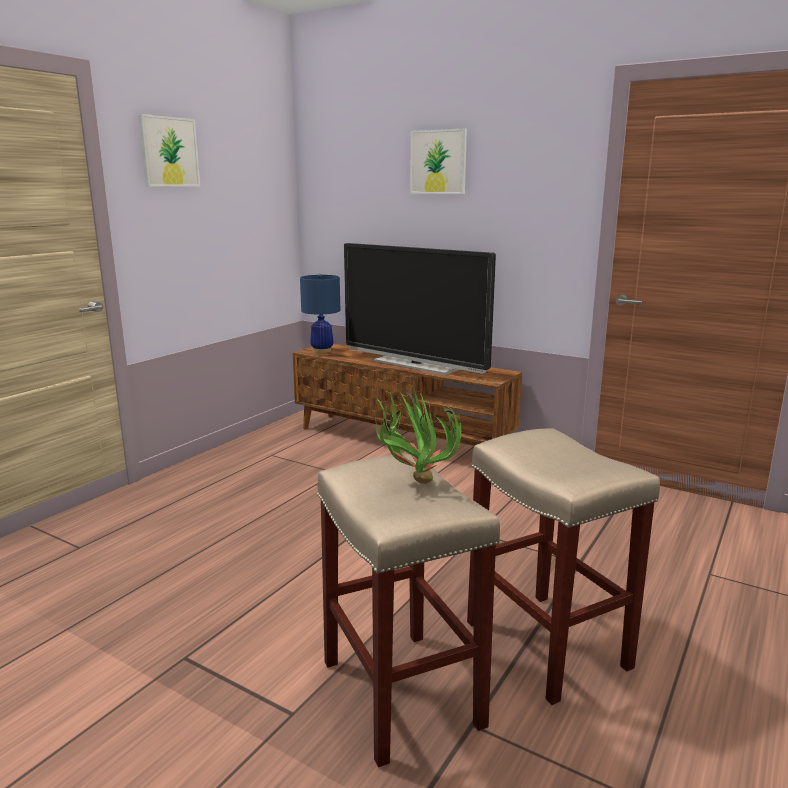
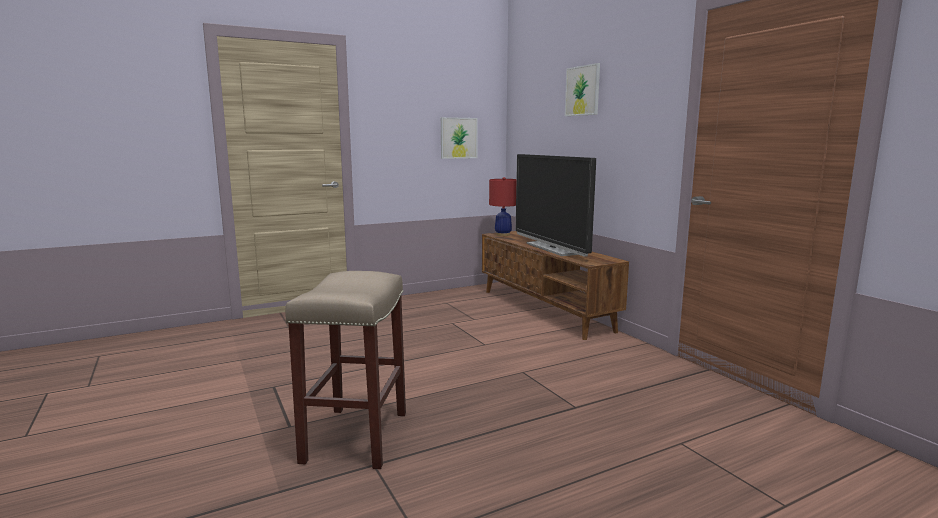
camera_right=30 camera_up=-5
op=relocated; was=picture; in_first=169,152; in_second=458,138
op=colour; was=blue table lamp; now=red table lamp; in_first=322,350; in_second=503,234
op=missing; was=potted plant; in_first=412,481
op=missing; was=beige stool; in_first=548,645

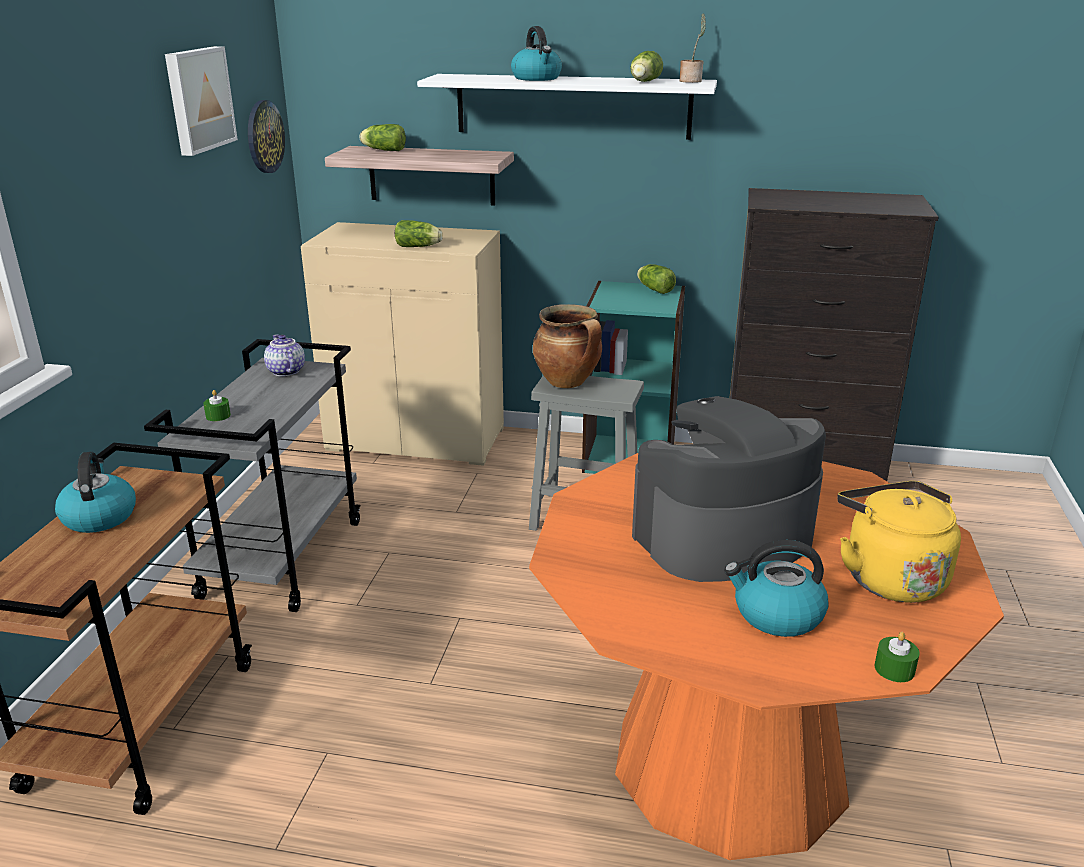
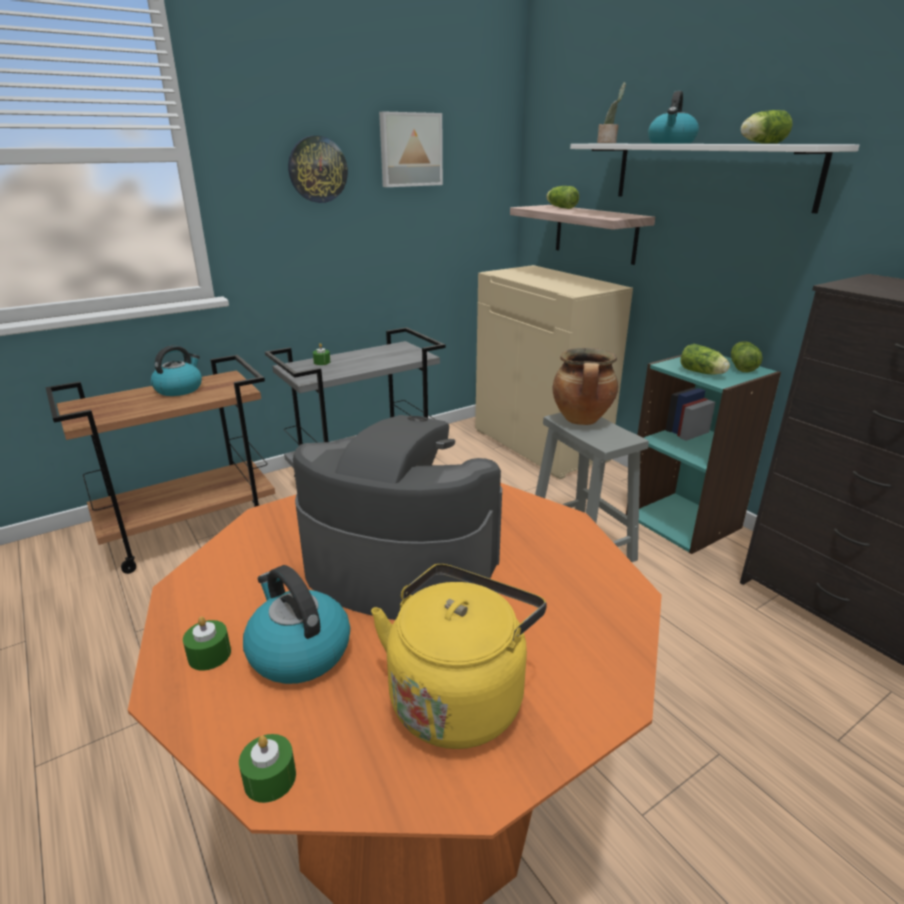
camera_right=45 camera_up=0
op=appeared; now=green candle; in_second=209,655
op=relocated; was=wall clock; in_first=264,136; in_second=317,169
op=relocated; was=potted plant; in_first=691,81; in_second=608,143
op=relocated; was=lettuce; in_first=419,247; in_second=703,373
op=missing; was=teapot; in_first=285,371

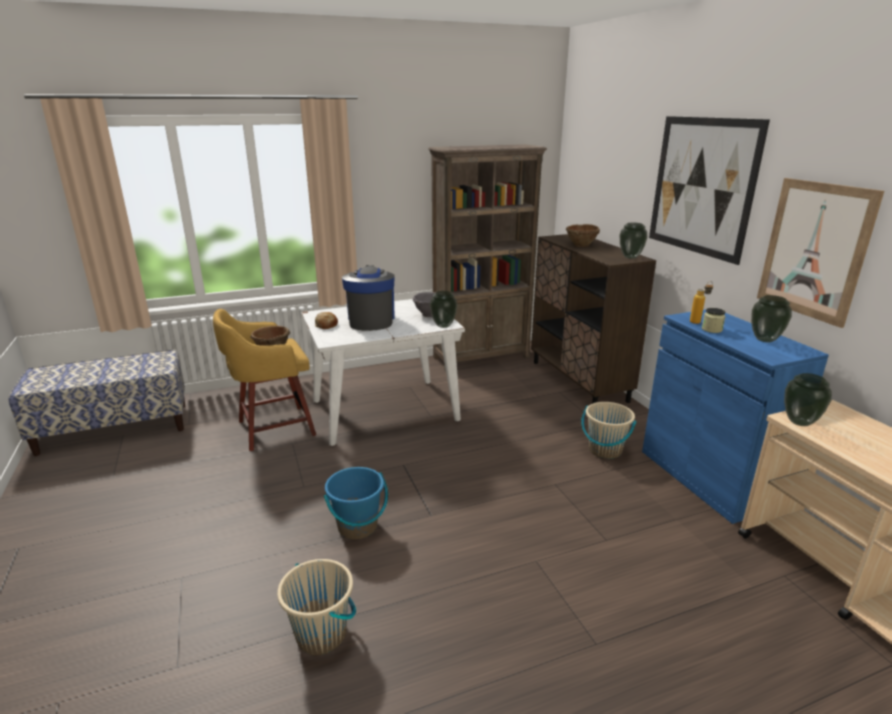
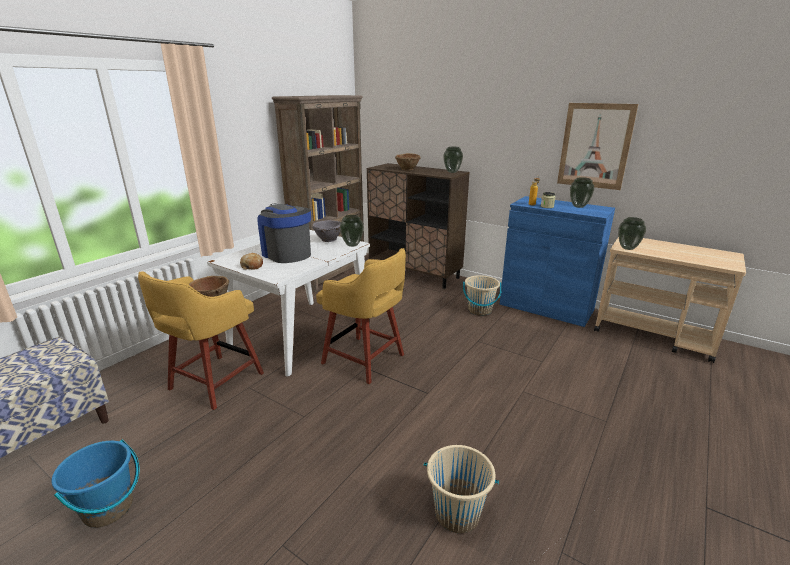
camera_right=-35 camera_up=0
op=relocated; was=blue bucket; in_first=358,527; in_second=109,508
op=appeared; now=yellow stool; in_second=365,360
op=missing; was=picture; in_first=701,186

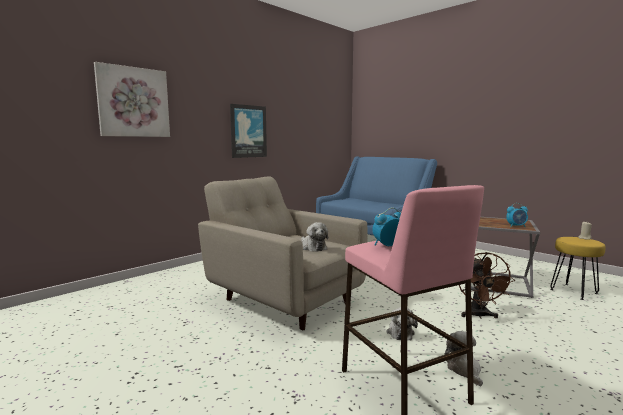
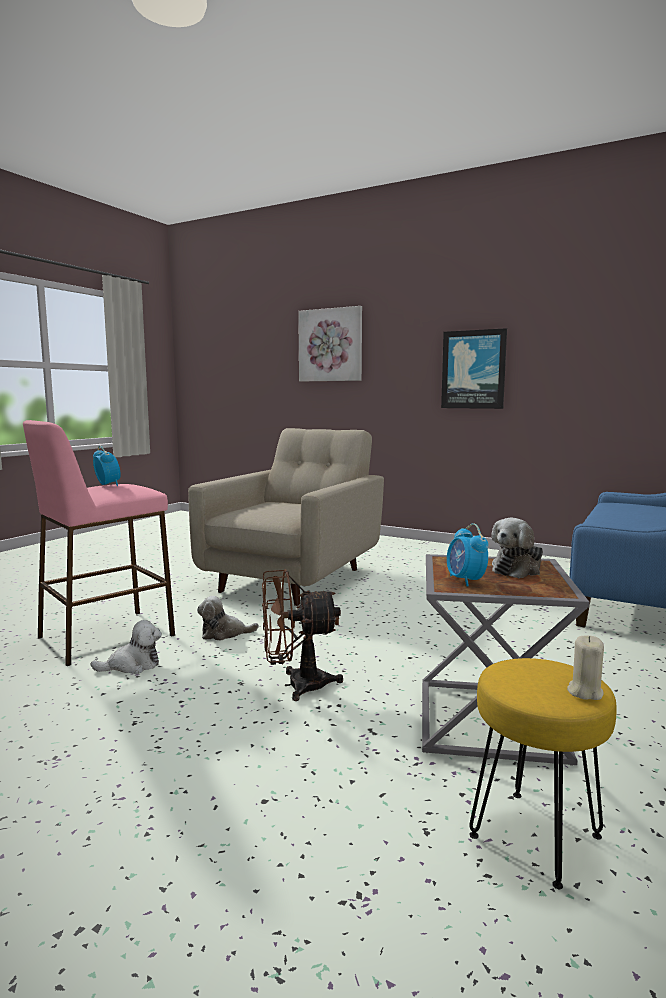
camera_right=75 camera_up=0
op=relocated; was=plush toy; in_first=313,247; in_second=518,569

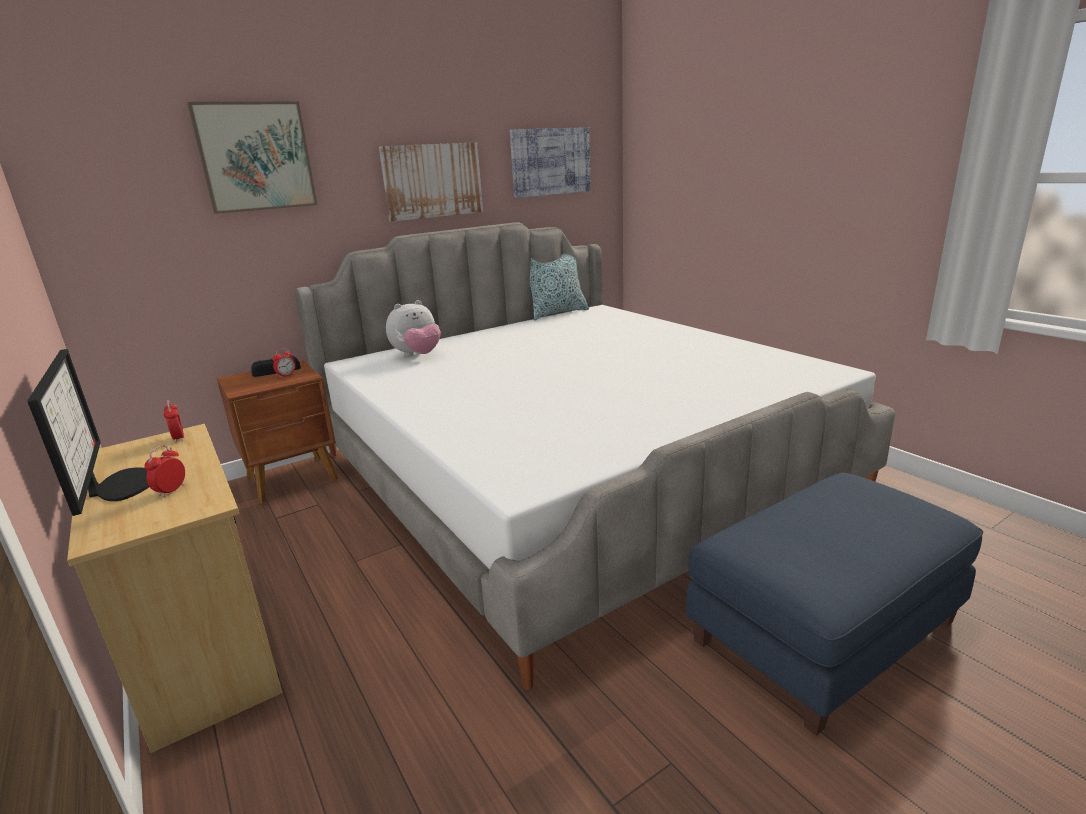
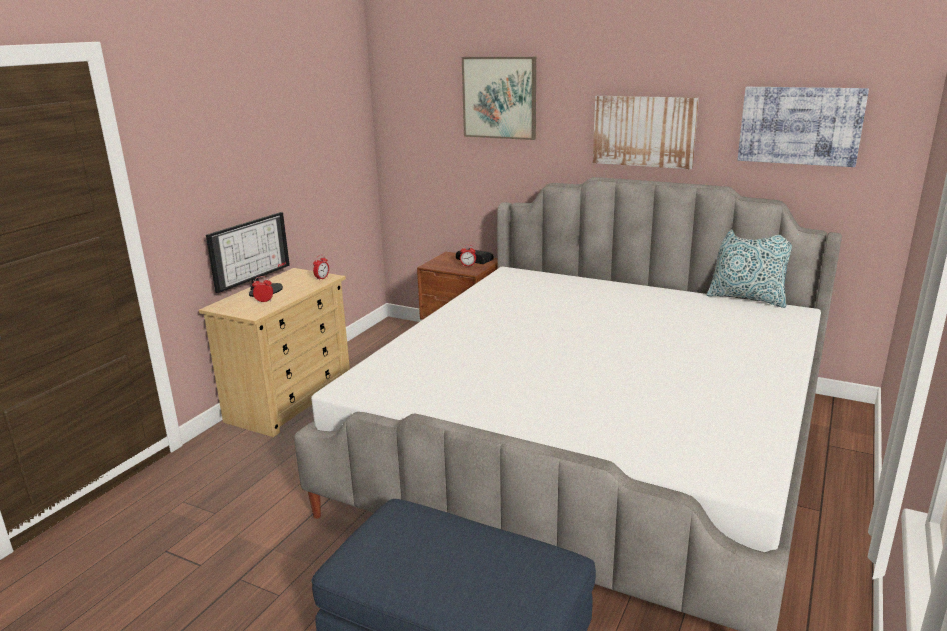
camera_right=60 camera_up=0
op=missing; was=plush toy; in_first=417,355

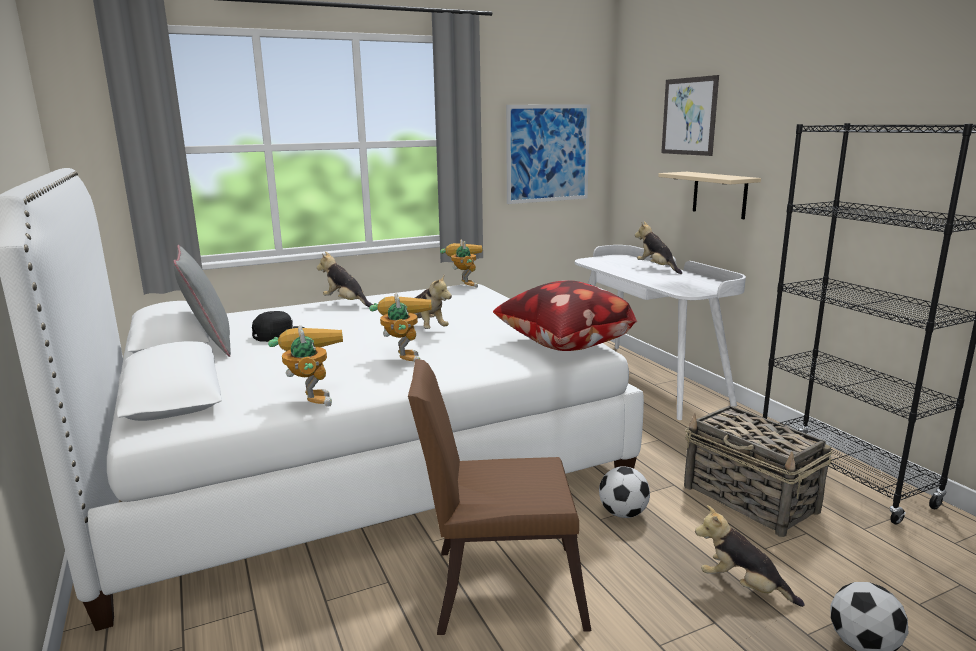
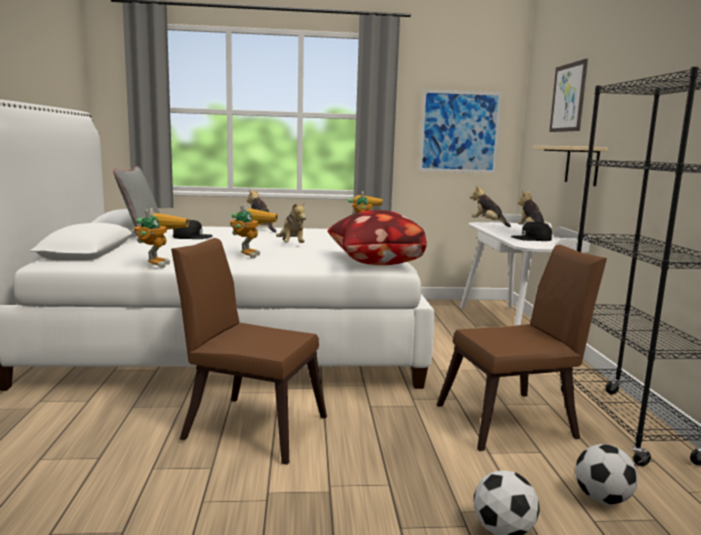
camera_right=20 camera_up=-5
op=exchanged; was=basket; now=brown chair; in_first=750,500; in_second=514,421
op=relocated; was=plush toy; in_first=742,587; in_second=488,224
op=appeared; now=black cap; in_second=532,238
op=relocated; was=football; in_first=623,513; in_second=602,499

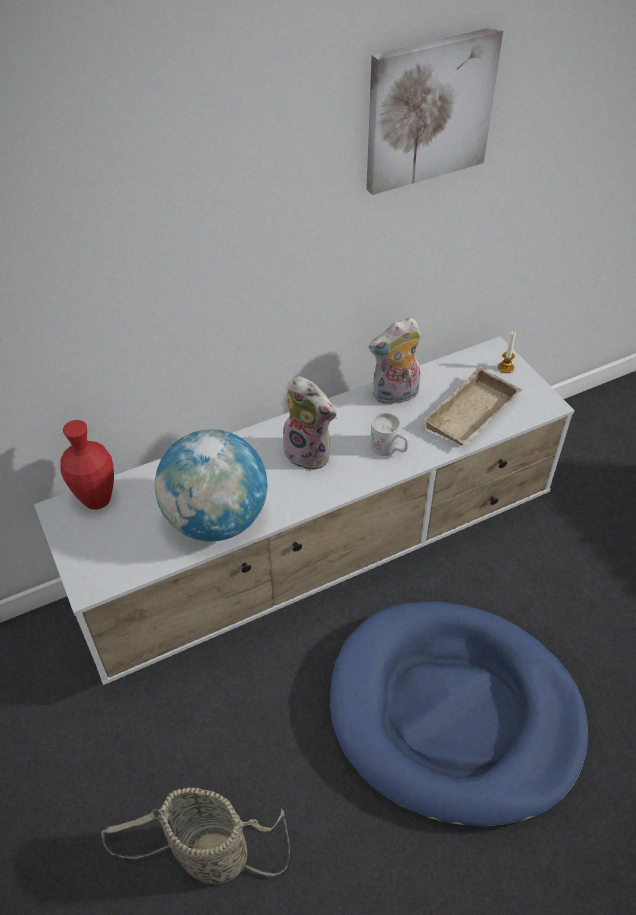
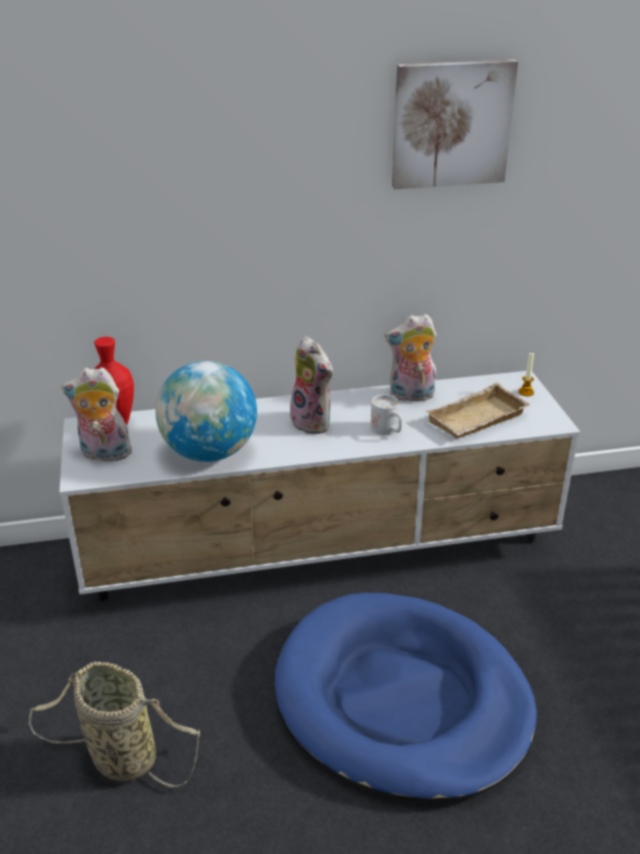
camera_right=15 camera_up=-15
op=appeared; now=plush toy; in_second=103,454

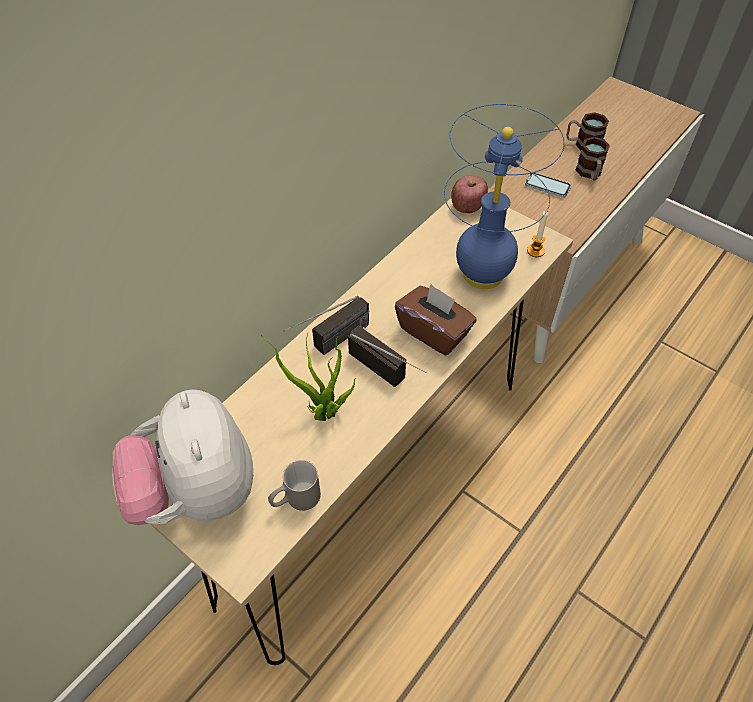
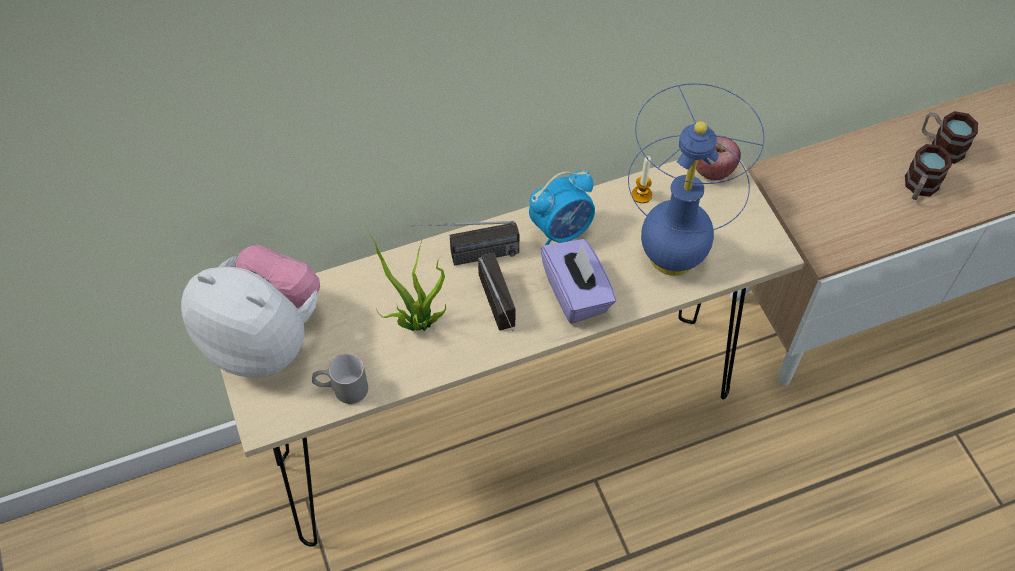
camera_right=30 camera_up=5
op=spun; was=plush toy; in_first=197,492; in_second=265,338; clockwise=105
op=appeared; now=alarm clock; in_second=562,230
op=colour; was=brown tissue box; now=purple tissue box; in_first=434,332; in_second=576,293
op=relocated; was=candle; in_first=535,251; in_second=641,195
op=missing; was=phone; in_first=547,186

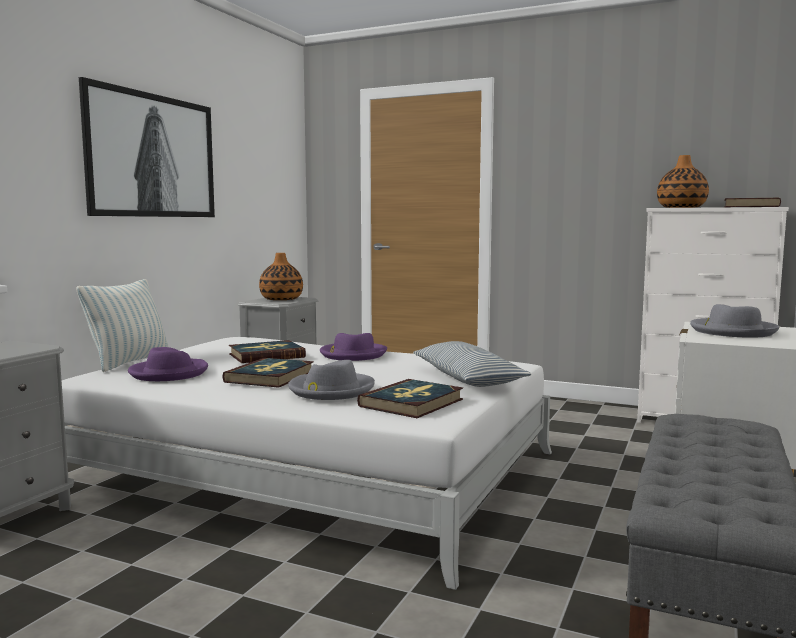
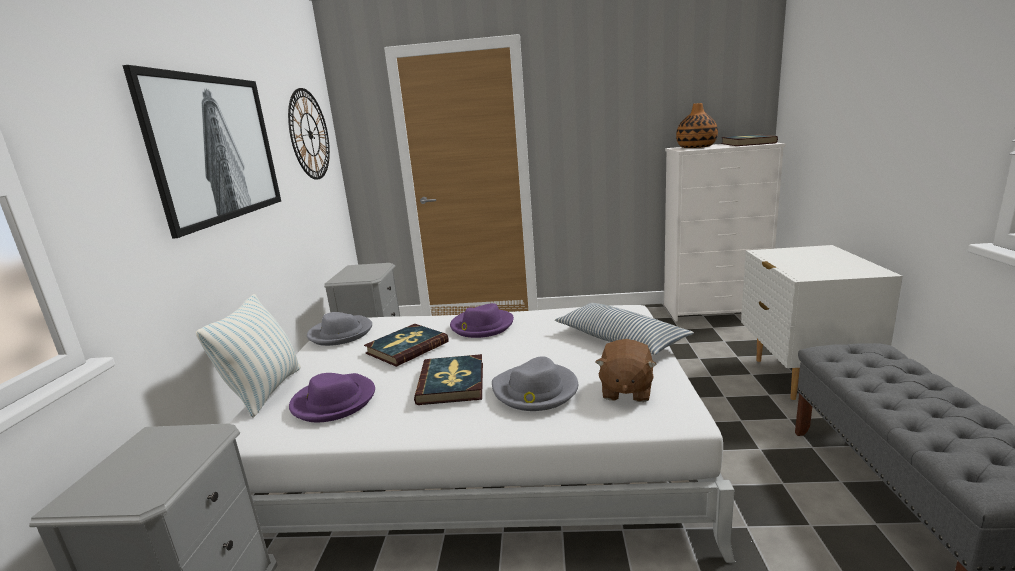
camera_right=-20 camera_up=10
op=appeared; now=wall clock; in_second=310,134
op=relocated; was=grey hat; in_first=732,331; in_second=340,333
op=exchanged; was=book; now=brown plush toy; in_first=412,403; in_second=625,390
op=missing; was=vase; in_first=281,299

